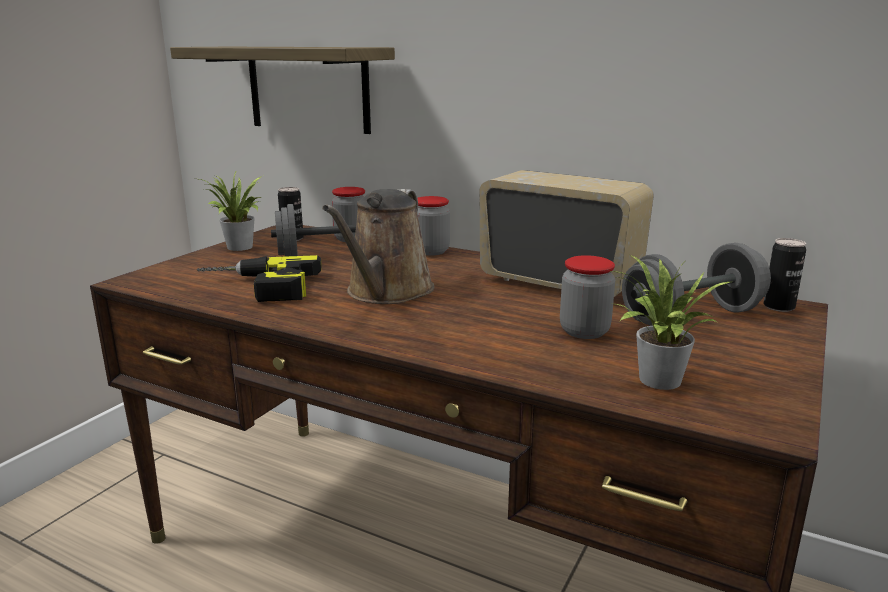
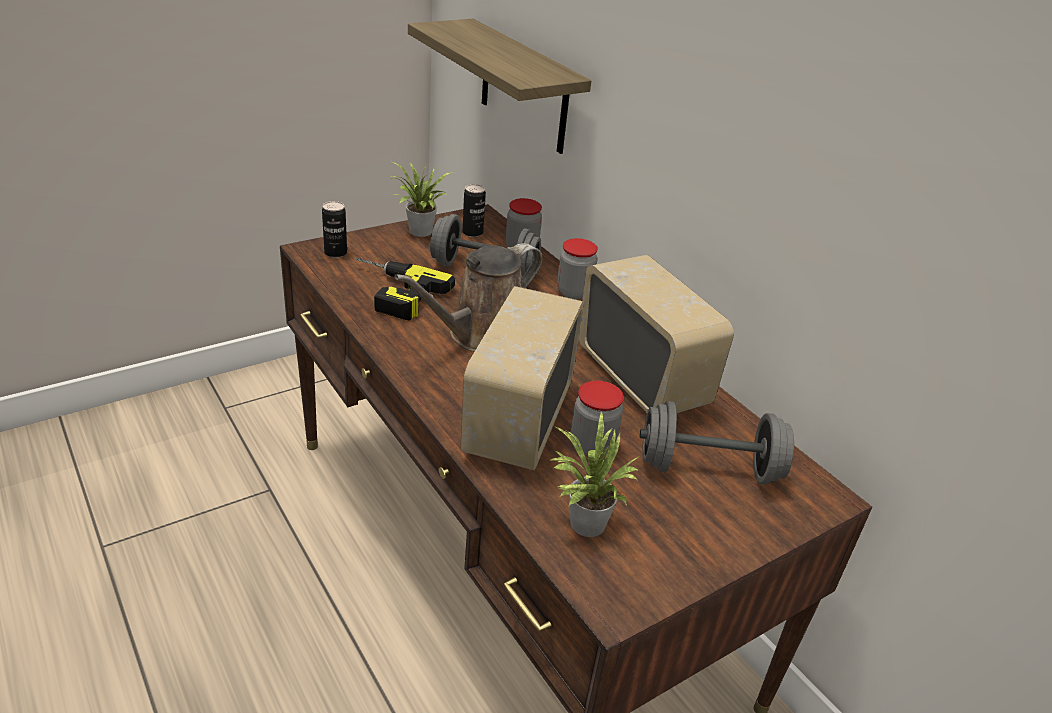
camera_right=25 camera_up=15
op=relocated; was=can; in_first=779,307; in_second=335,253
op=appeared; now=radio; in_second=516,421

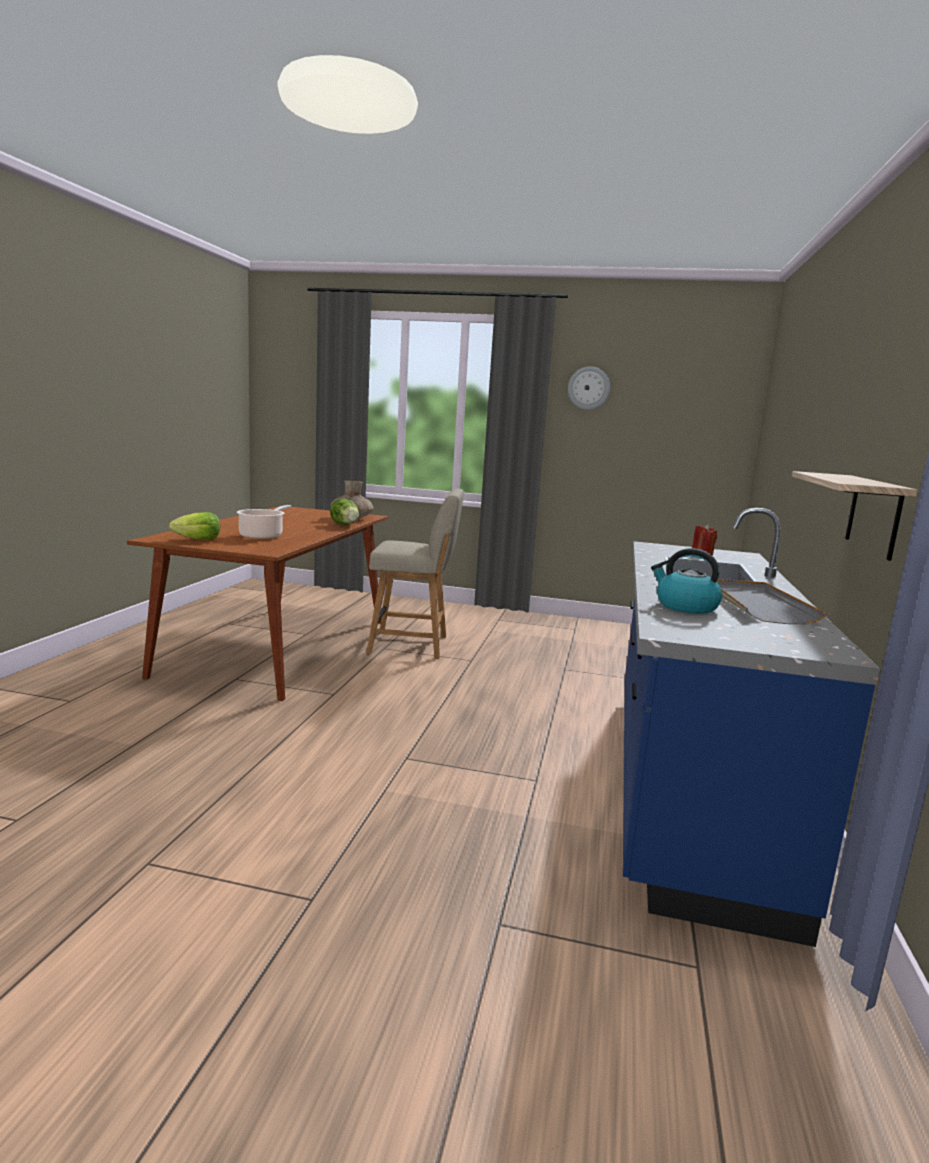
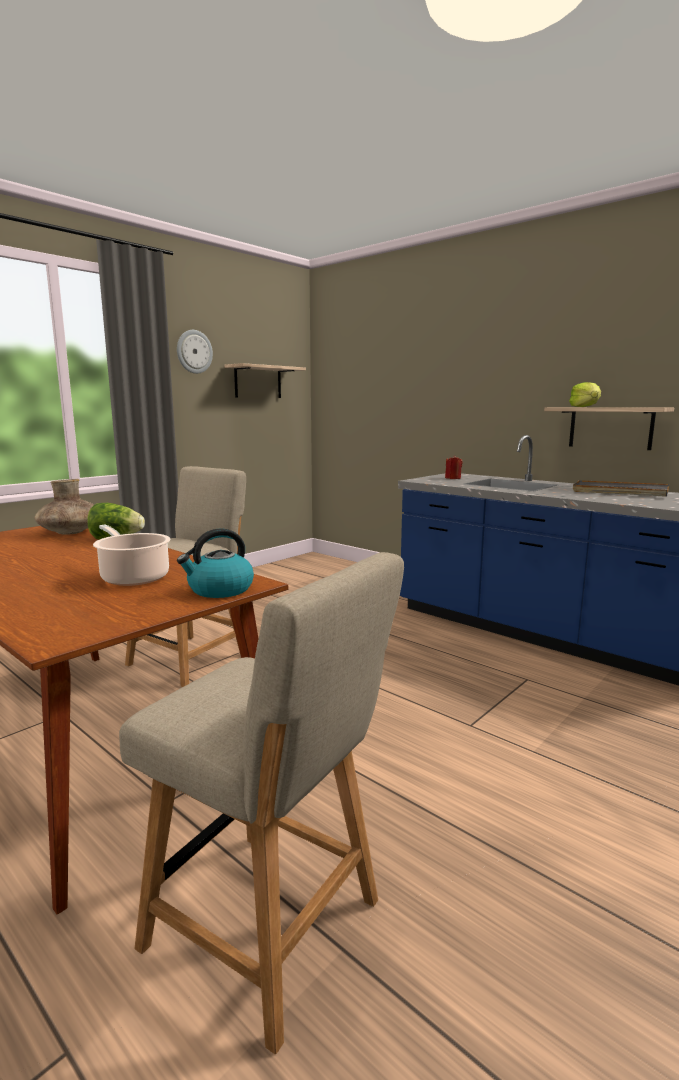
camera_right=-60 camera_up=0
op=appeared; now=beige chair; in_second=272,929
op=relocated; was=kettle; in_first=685,606; in_second=220,590
op=appeared; now=shelf; in_second=258,382
op=relocated; was=lettuce; in_first=198,540; in_second=585,407

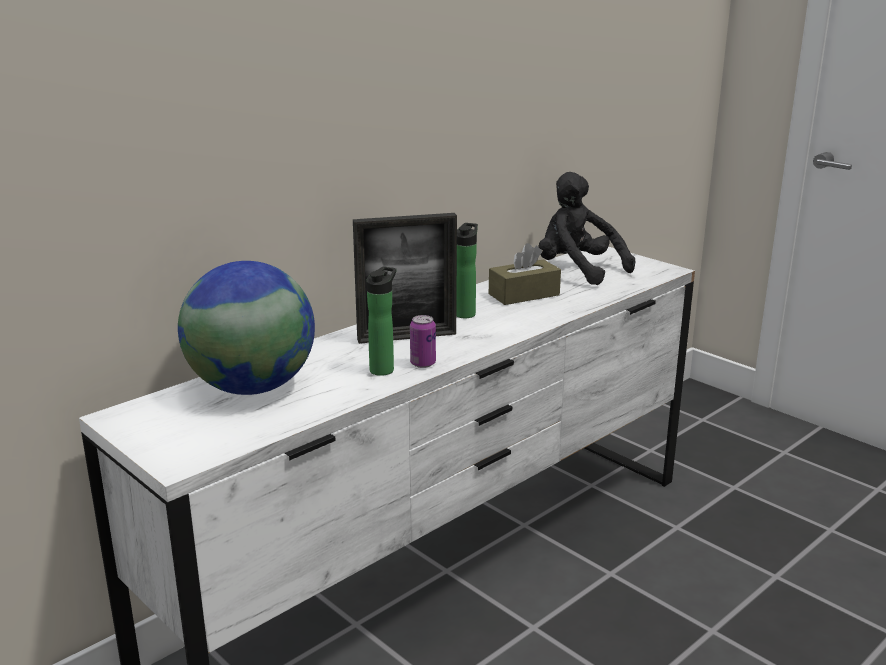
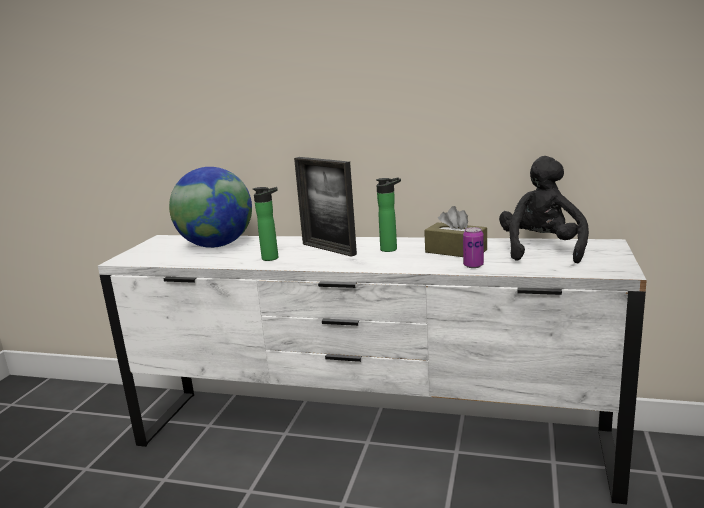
camera_right=60 camera_up=-5
op=relocated; was=can; in_first=423,363; in_second=473,265

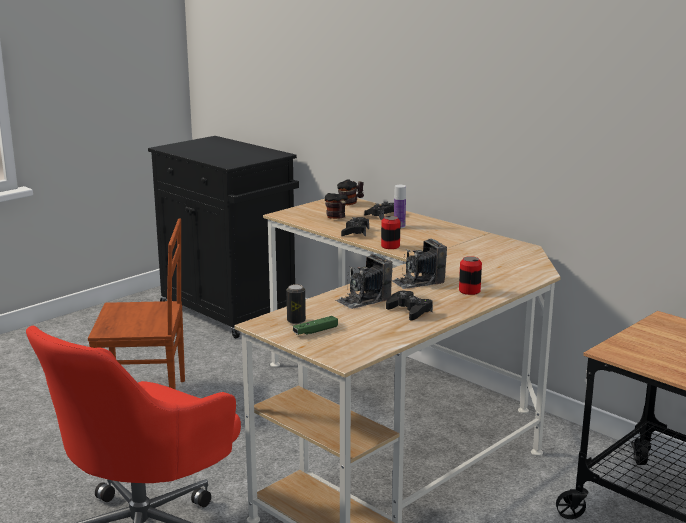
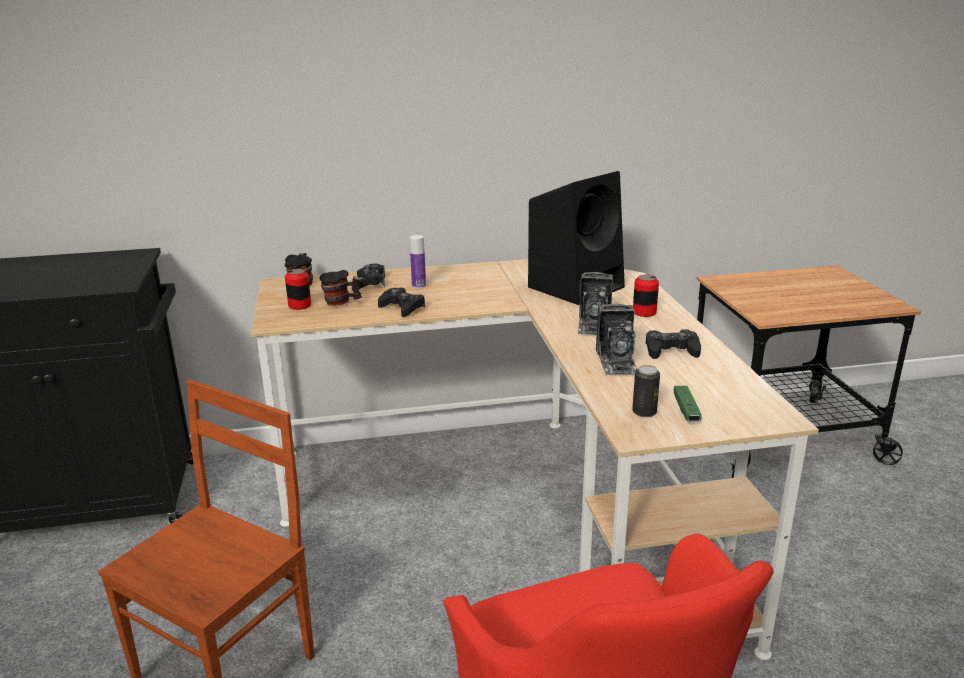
camera_right=-55 camera_up=5
op=relocated; was=can; in_first=390,246; in_second=299,305
op=appeared; now=black speaker; in_second=577,286

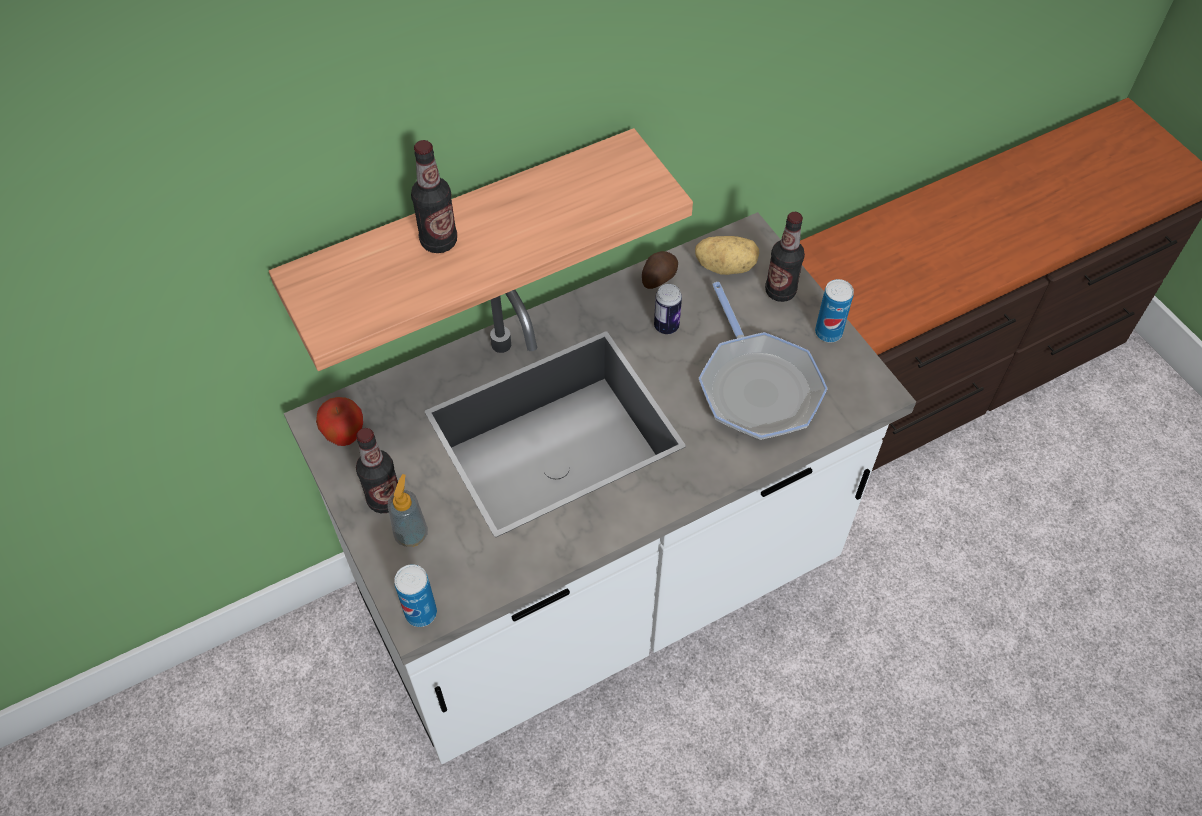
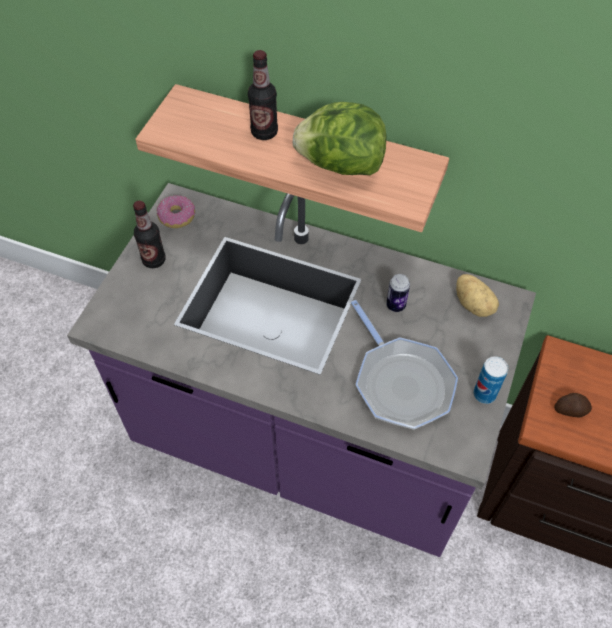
camera_right=50 camera_up=0
op=colour; was=white counter; now=purple counter; in_first=601,588; in_second=306,443
op=exchanged; was=apple; now=donut; in_first=345,436; in_second=177,216
op=appeared; now=lettuce; in_second=340,165
op=spun; was=frying pan; in_first=757,386; in_second=401,382; clockwise=-60
op=relocated; was=potato; in_first=658,277; in_second=570,409
op=missing; was=soap dispenser; in_first=411,534
op=missing; was=can; in_first=421,613
op=missing; was=bottle; in_first=780,291

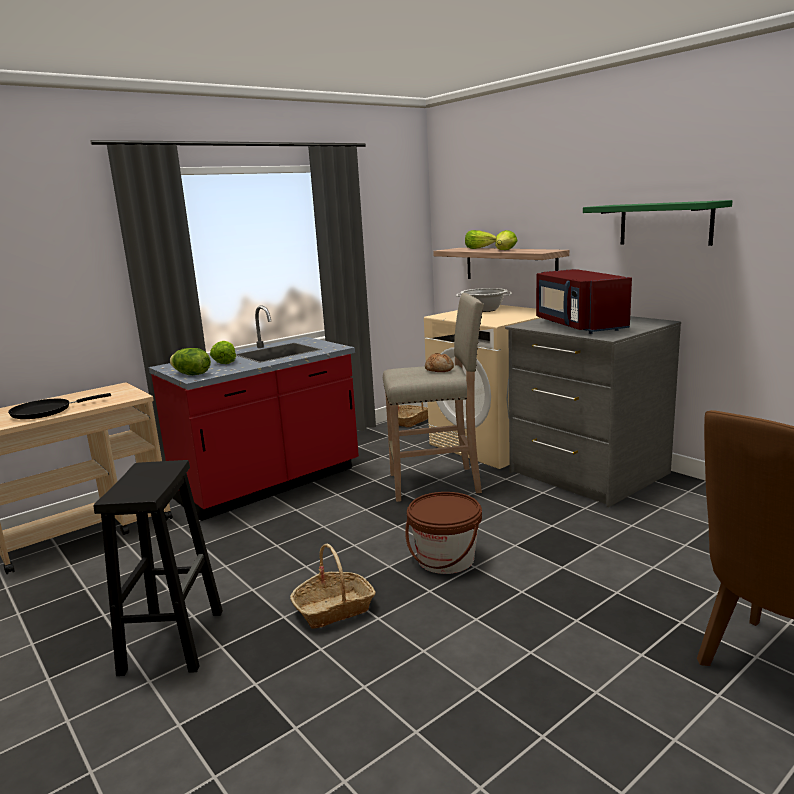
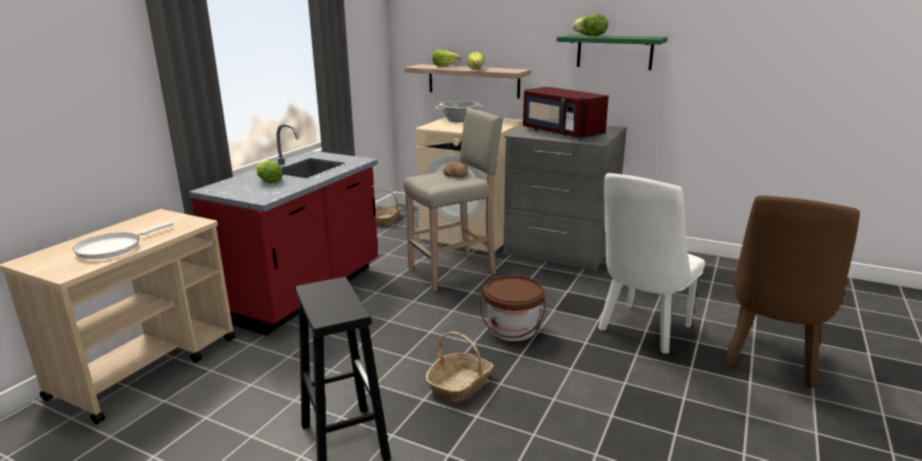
camera_right=-25 camera_up=5
op=colour; was=black frying pan; now=white frying pan; in_first=46,411; in_second=113,248
op=relocated; was=lettuce; in_first=191,374; in_second=590,35
op=appeared; now=white chair; in_second=641,331

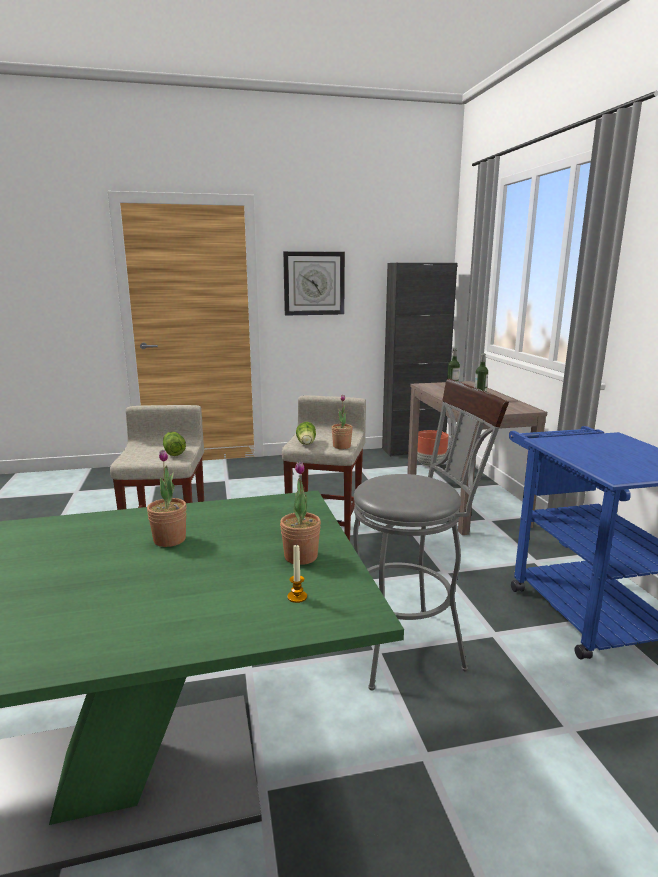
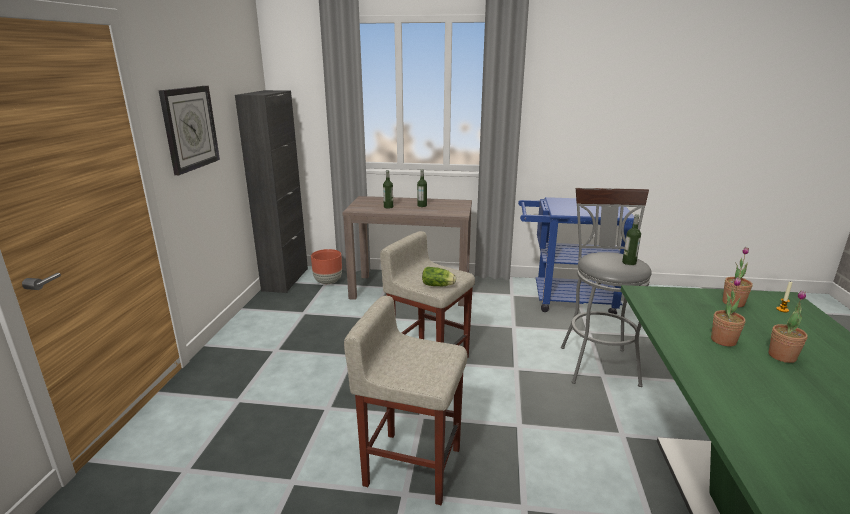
camera_right=-70 camera_up=5
op=appeared; now=bottle; in_second=629,262
op=relocated; was=potted plant; in_first=341,446; in_second=782,356
op=missing; was=lettuce; in_first=174,451

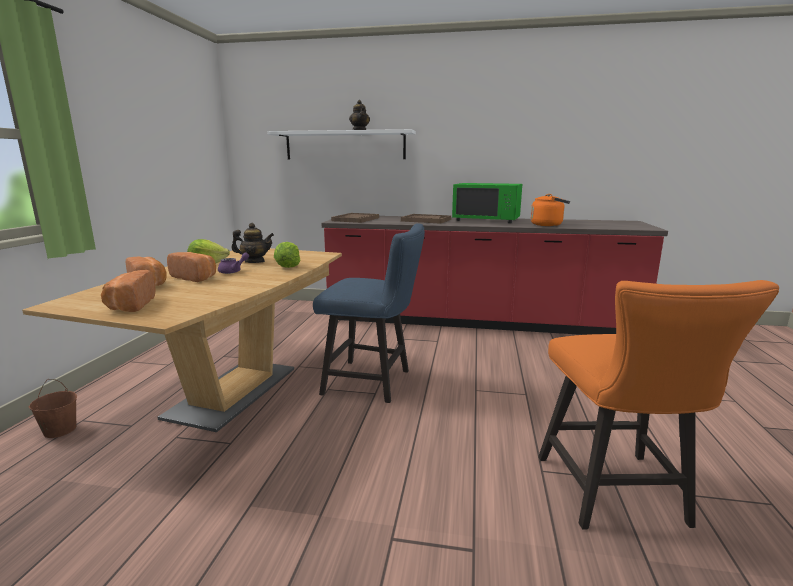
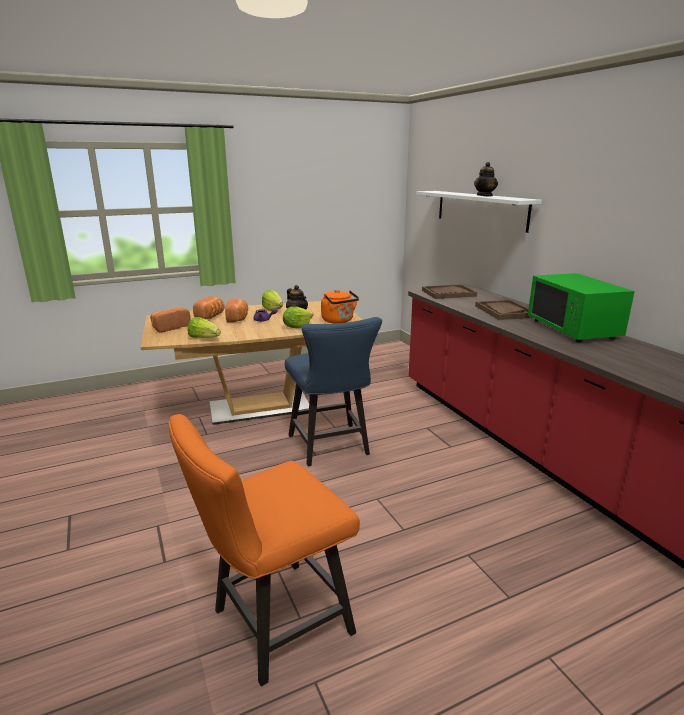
camera_right=55 camera_up=5
op=appeared; now=lettuce; in_second=204,338
op=relocated; was=orange kettle; in_first=548,225; in_second=339,321
op=missing; was=brown bucket; in_first=59,430

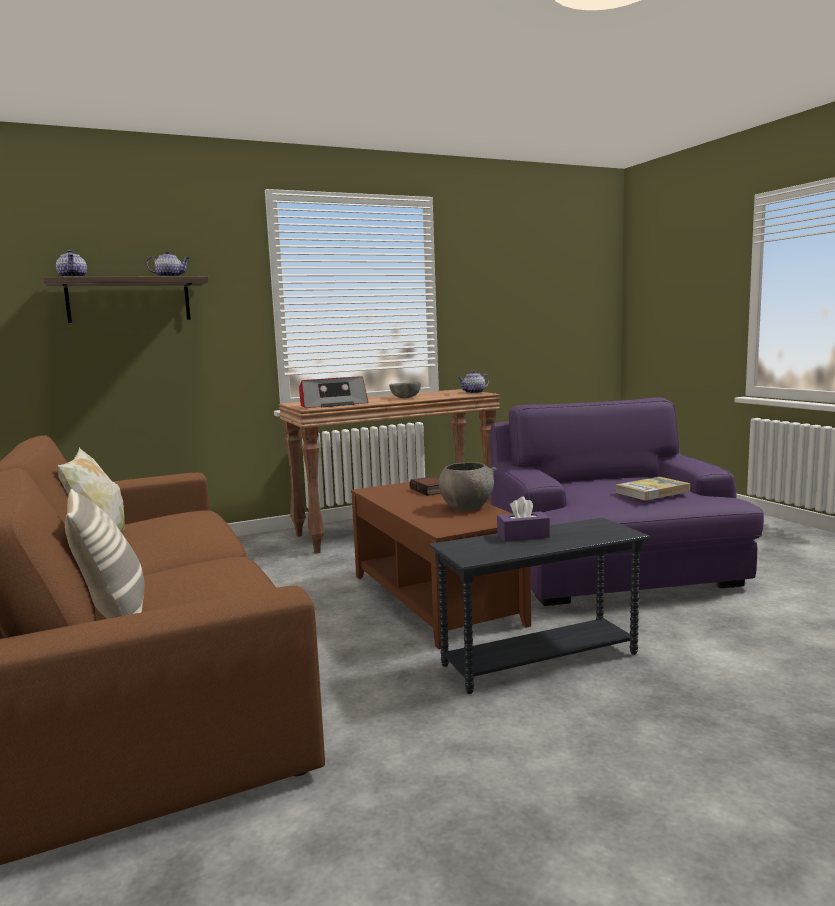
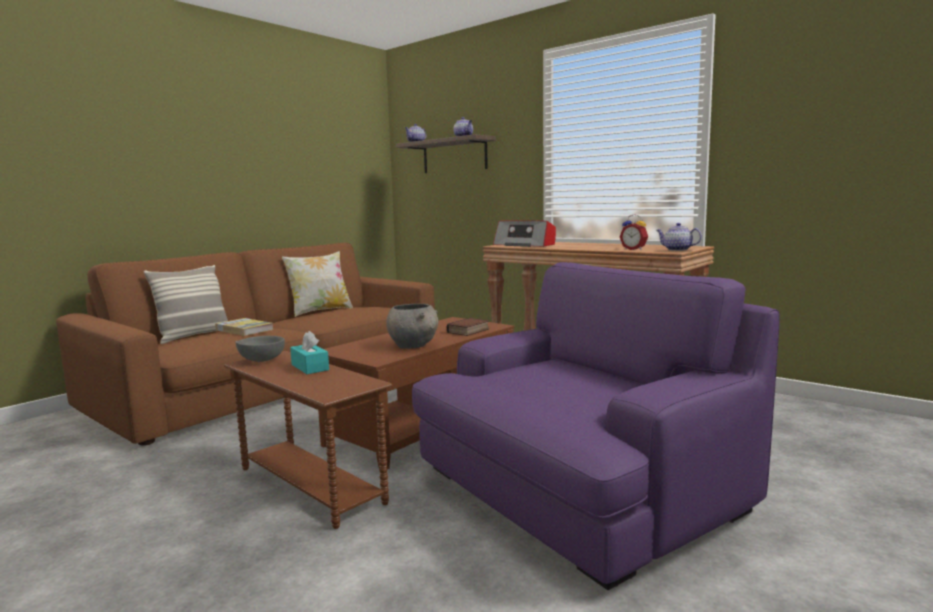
camera_right=65 camera_up=0
op=relocated; was=book; in_first=652,492; in_second=244,329
op=colour; was=grey side table; now=brown side table; in_first=541,660; in_second=309,486
op=relocated; was=grey bowl; in_first=405,398; in_second=260,360
op=colour; was=purple tissue box; now=turquoise tissue box; in_first=523,536; in_second=310,367
op=appeared; now=alarm clock; in_second=634,249

